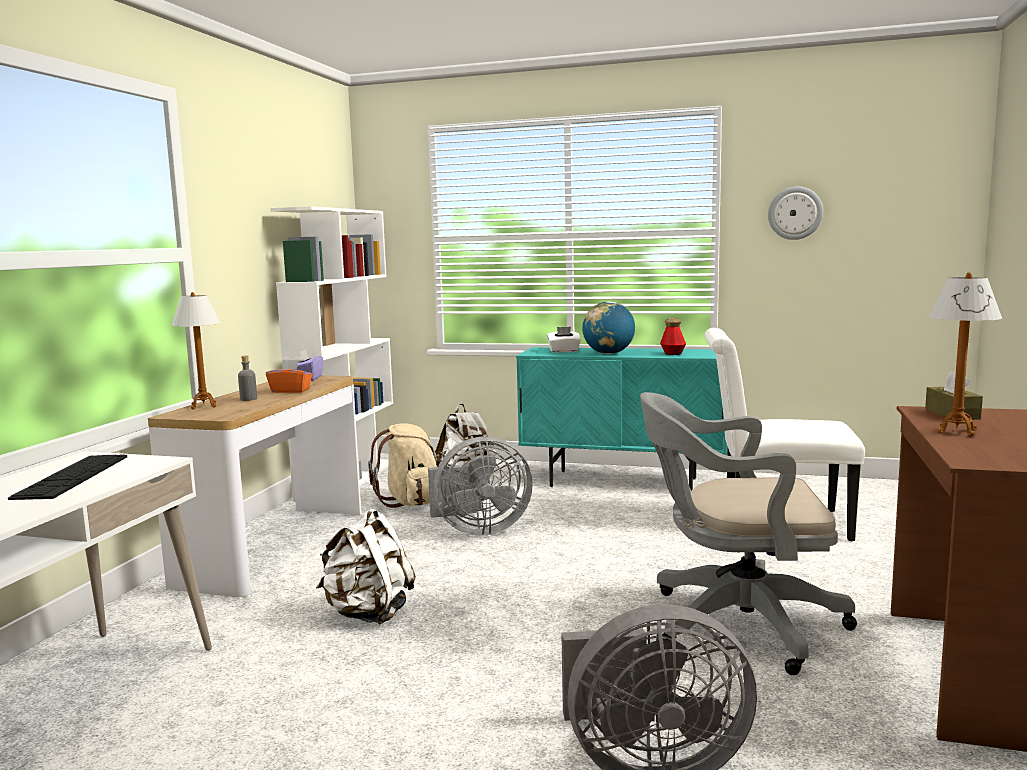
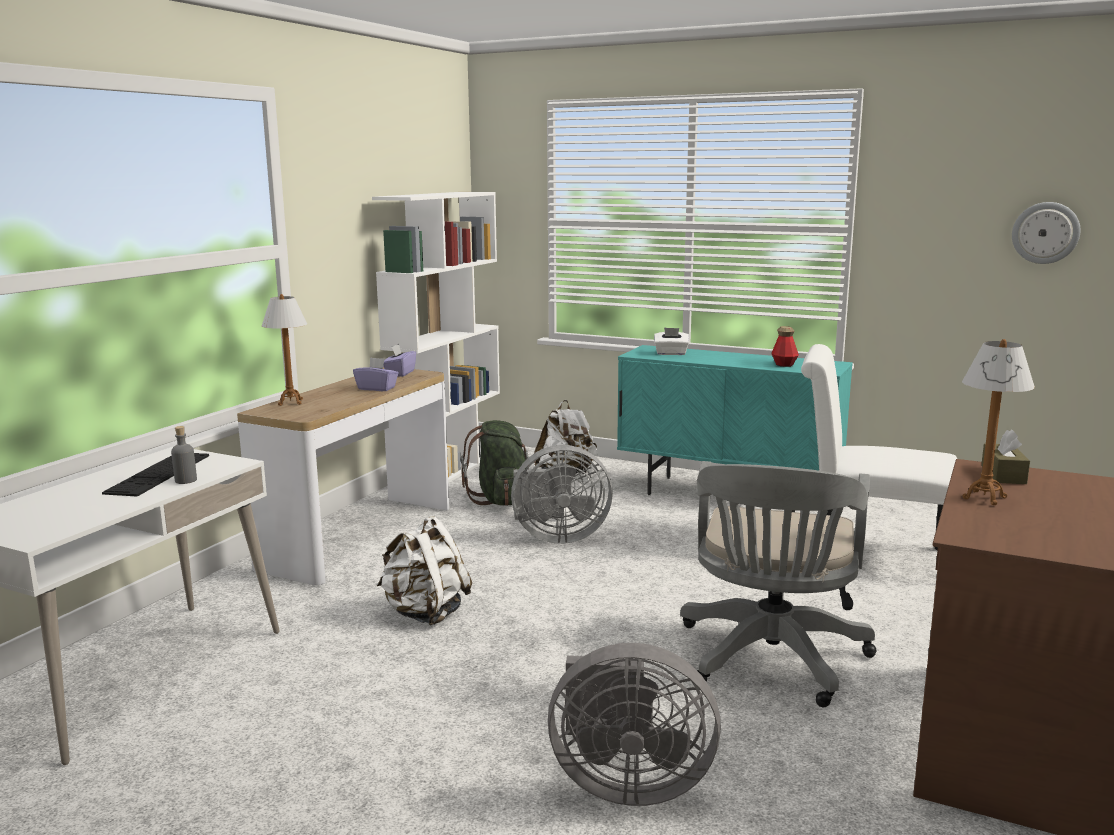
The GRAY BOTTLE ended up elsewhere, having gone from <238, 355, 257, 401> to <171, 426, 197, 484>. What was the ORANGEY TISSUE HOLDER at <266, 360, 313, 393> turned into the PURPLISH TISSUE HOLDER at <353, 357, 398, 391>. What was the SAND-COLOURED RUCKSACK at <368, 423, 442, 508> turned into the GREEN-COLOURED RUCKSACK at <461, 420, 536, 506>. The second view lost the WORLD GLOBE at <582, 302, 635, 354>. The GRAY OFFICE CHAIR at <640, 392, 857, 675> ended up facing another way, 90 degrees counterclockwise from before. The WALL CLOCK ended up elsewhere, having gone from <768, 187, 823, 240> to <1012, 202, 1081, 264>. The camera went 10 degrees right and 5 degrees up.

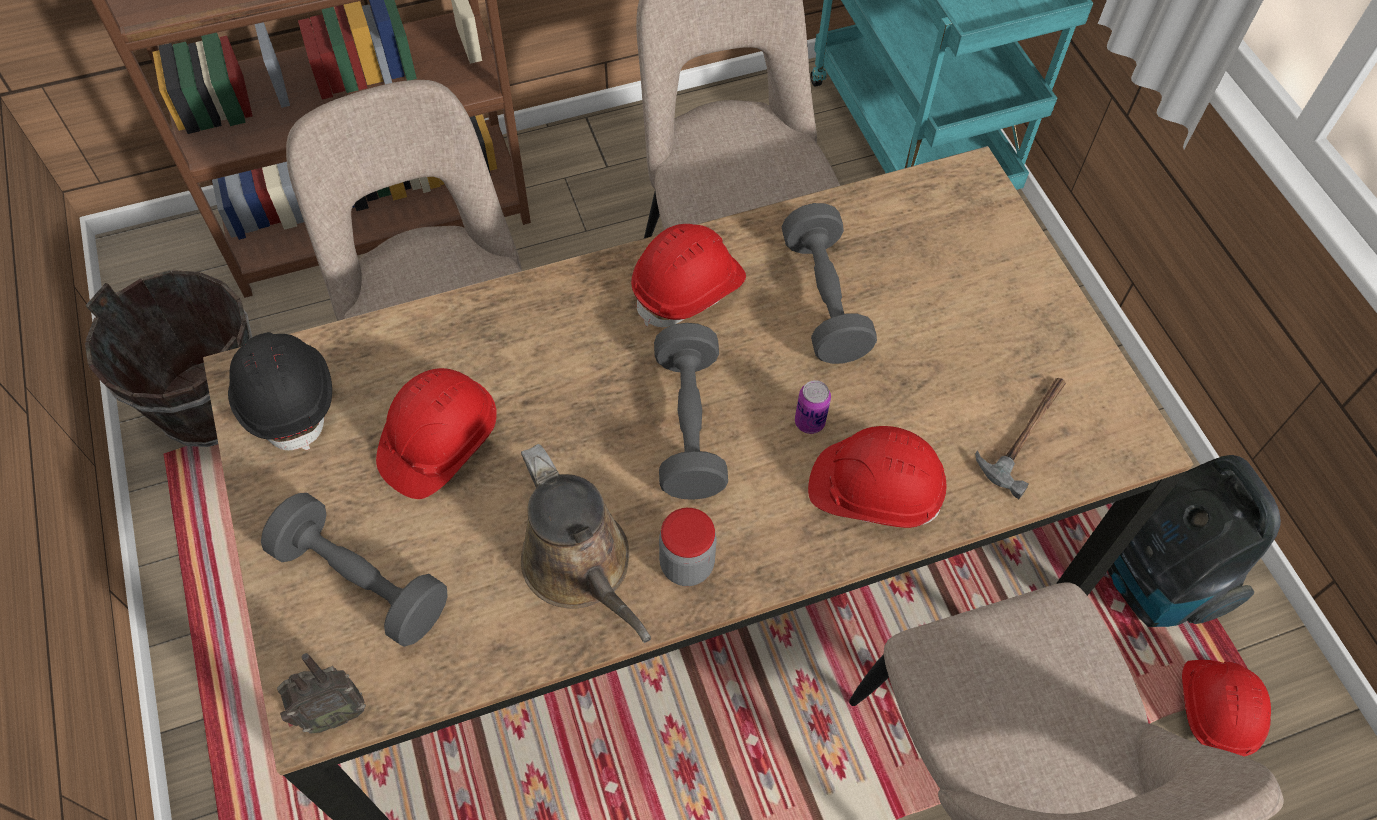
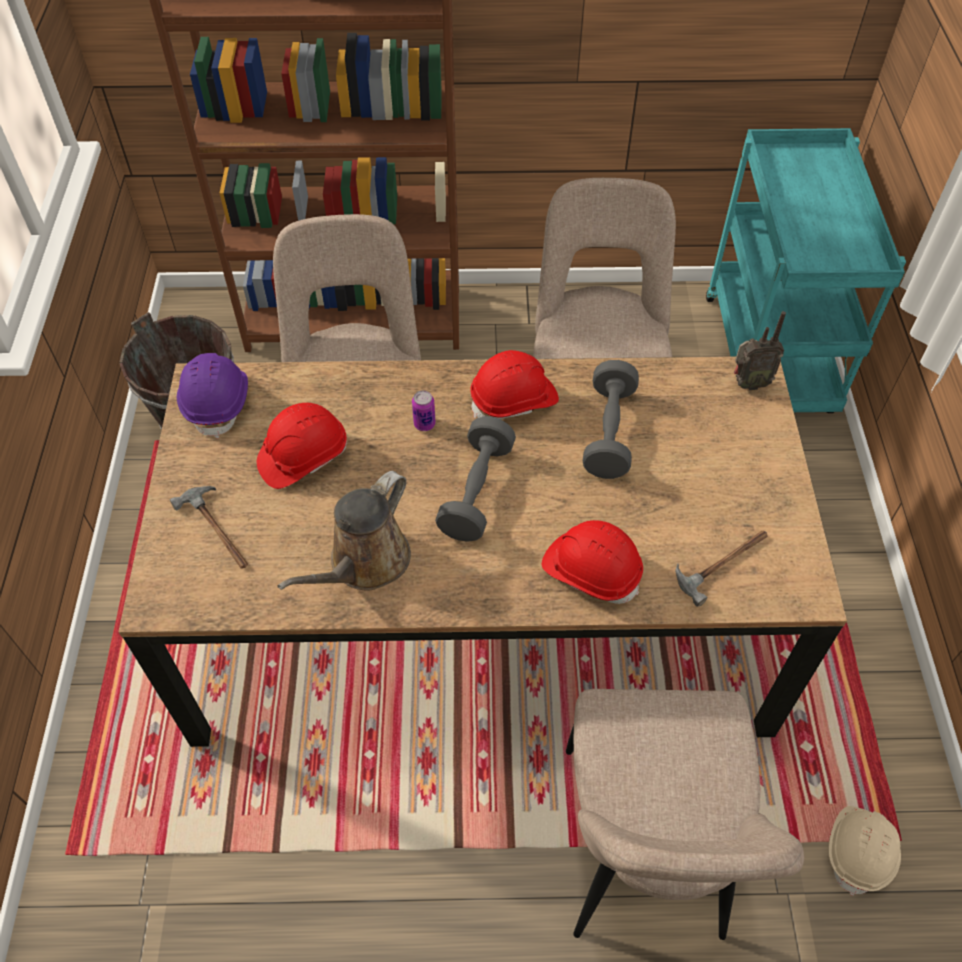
What was the BLACKISH SAFETY HELMET at <228, 332, 332, 450> turned into the PURPLISH SAFETY HELMET at <177, 353, 248, 438>. Where the GRAY FREE WEIGHT stood at <261, 493, 448, 647>, the TOOL HAMMER came to stand at <170, 486, 248, 569>. The RADIO SET ended up elsewhere, having gone from <277, 653, 366, 734> to <734, 311, 786, 390>. The BROWNISH WATERING POT at <521, 444, 651, 643> ended up facing another way, 45 degrees clockwise from before. The second view lost the STORAGE JAR at <659, 508, 717, 586>. The CAN ended up elsewhere, having gone from <795, 380, 831, 434> to <412, 391, 435, 431>. The second view lost the VACUUM CLEANER at <1108, 455, 1281, 627>. What was the REDDISH SAFETY HELMET at <1182, 660, 1271, 757> turned into the SAND-COLOURED SAFETY HELMET at <829, 806, 901, 896>. The camera went 20 degrees right and 5 degrees down.

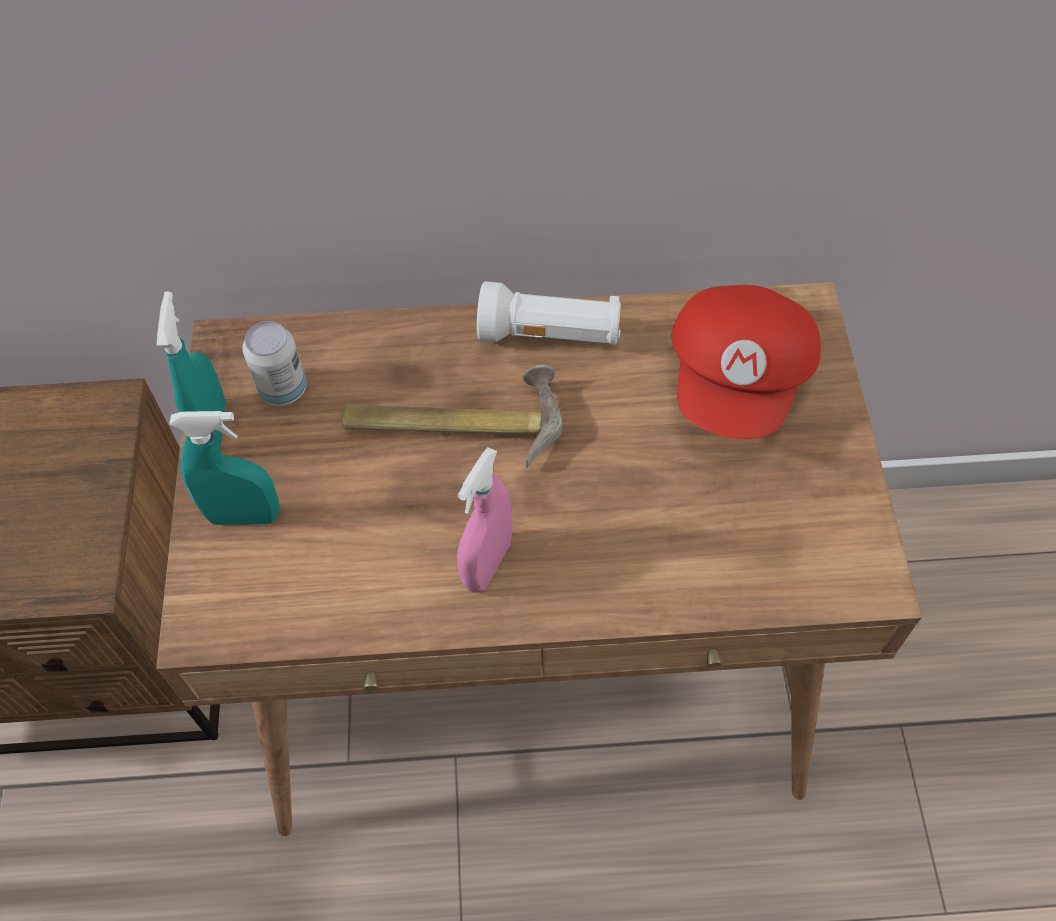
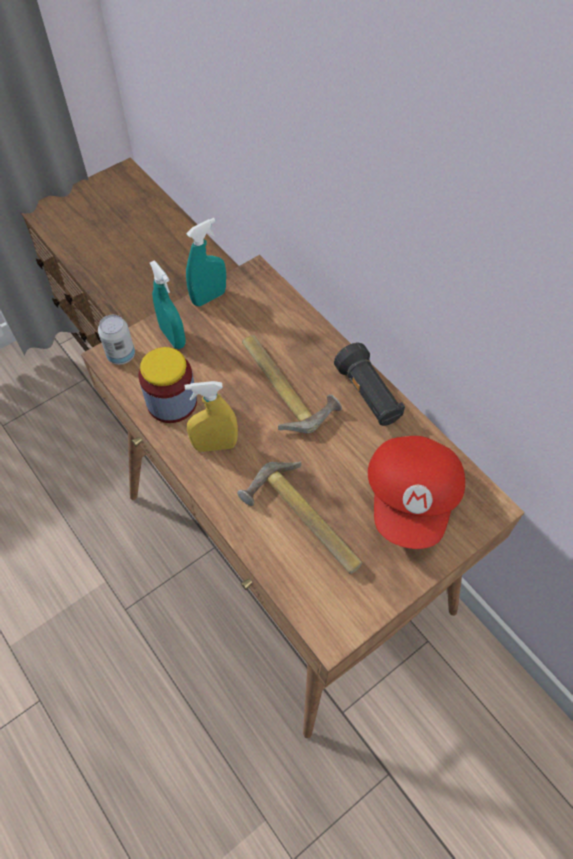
The CAN ended up elsewhere, having gone from <243, 321, 307, 406> to <98, 315, 135, 365>. What was the PINKISH HAND SPRAYER at <457, 447, 513, 593> turned into the YELLOW-COLOURED HAND SPRAYER at <185, 381, 238, 452>. What was the WHITE HAND TORCH at <477, 281, 621, 345> turned into the BLACKISH HAND TORCH at <334, 343, 405, 426>. The REDDISH CAP at <672, 285, 821, 439> ended up facing another way, 60 degrees counterclockwise from before. The second view gained the STORAGE JAR at <138, 347, 197, 423>. The second view gained the TOOL HAMMER at <237, 461, 362, 574>. The camera went 55 degrees right and 0 degrees up.

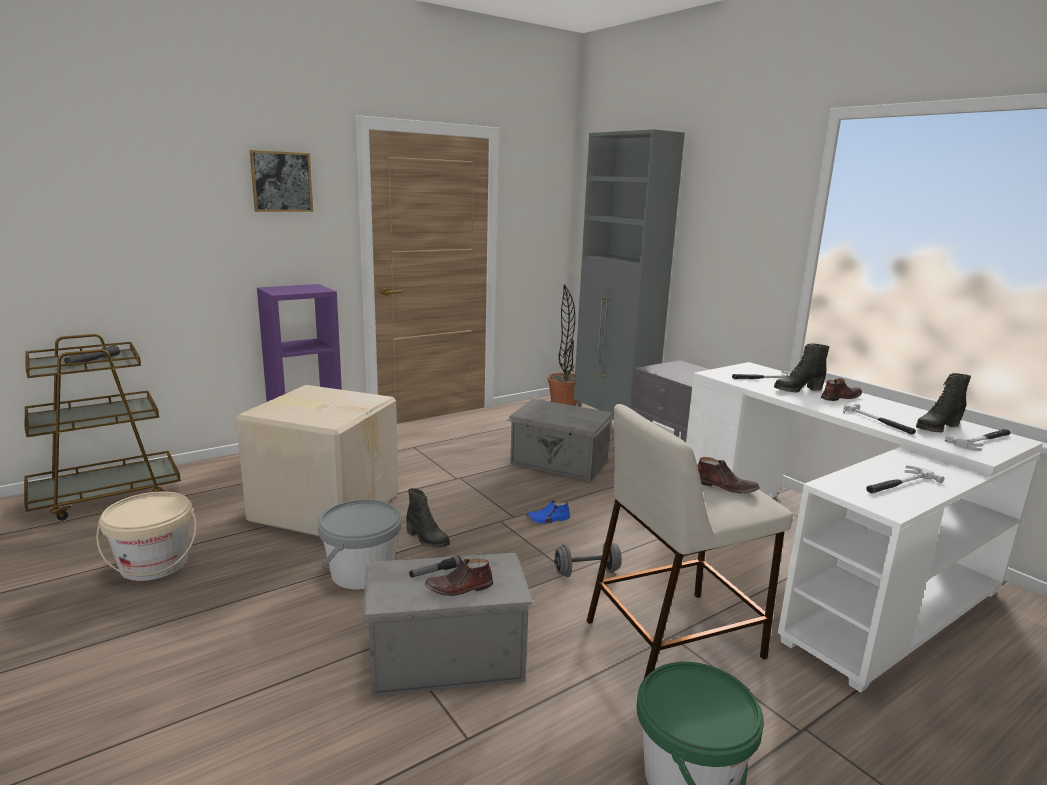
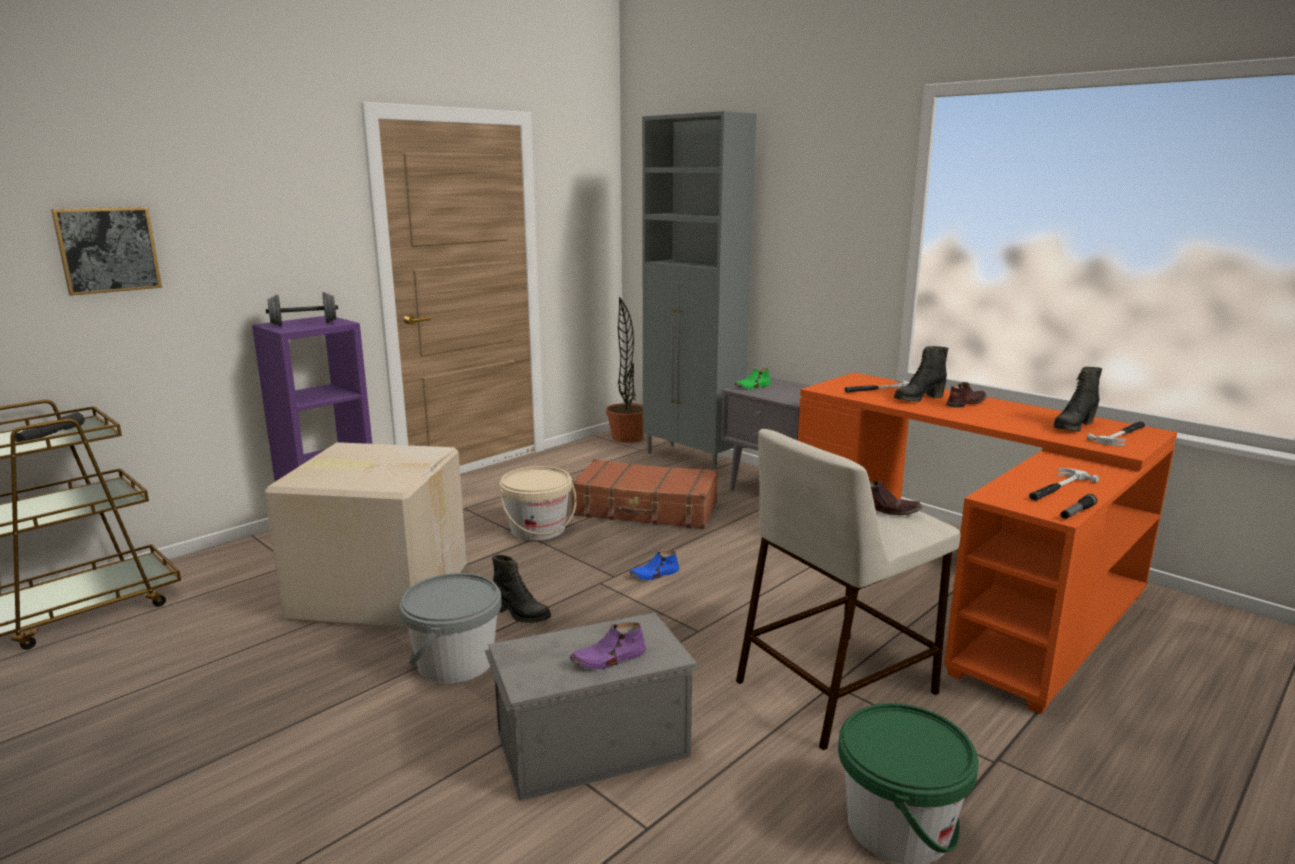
The SAND-COLOURED PAIL ended up elsewhere, having gone from <97, 492, 197, 581> to <499, 466, 577, 541>. The WALL PICTURE ended up elsewhere, having gone from <250, 150, 313, 212> to <51, 207, 162, 296>. The HAND TORCH ended up elsewhere, having gone from <409, 556, 462, 578> to <1061, 494, 1097, 519>. What was the BROWNISH SHOE at <425, 559, 493, 596> turned into the PURPLISH SHOE at <570, 622, 646, 669>. Where the GRAY STORAGE BOX stood at <507, 399, 614, 481>, the BROWNISH SUITCASE came to stand at <571, 459, 718, 529>. The GRAY FREE WEIGHT ended up elsewhere, having gone from <554, 542, 622, 577> to <266, 292, 338, 326>. What was the WHITE DESK TABLE at <686, 362, 1043, 693> turned into the ORANGEY DESK TABLE at <798, 373, 1177, 714>. The second view lost the TOOL HAMMER at <843, 404, 916, 435>. The second view gained the GREEN-COLOURED SHOE at <734, 368, 771, 389>. The camera went 10 degrees left and 0 degrees up.

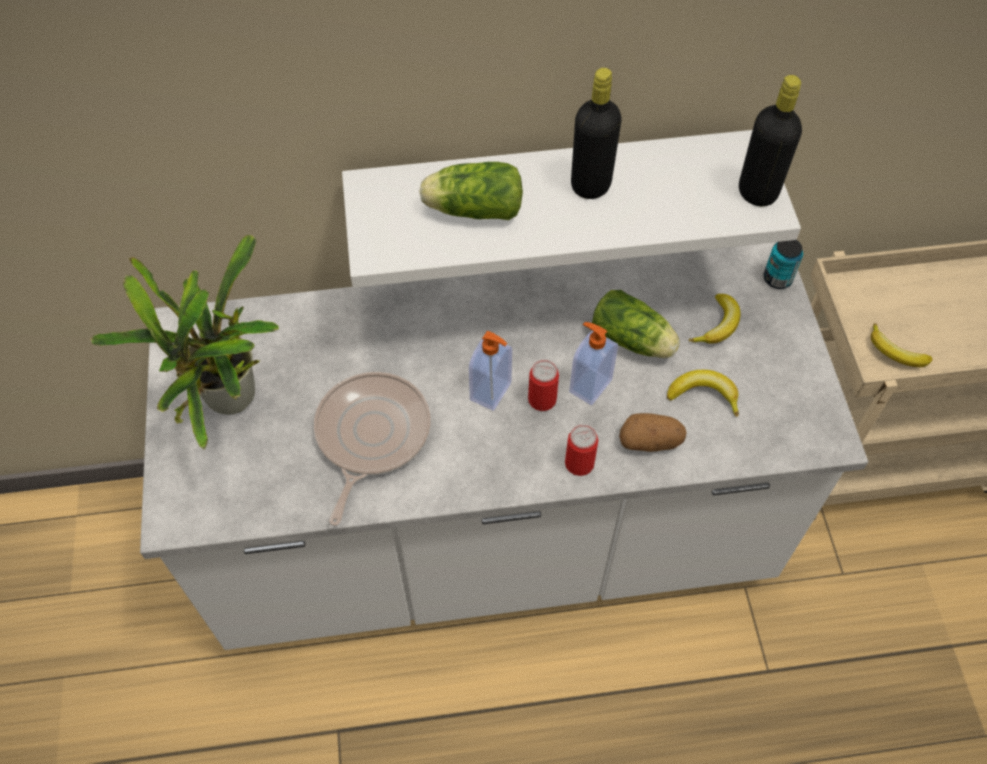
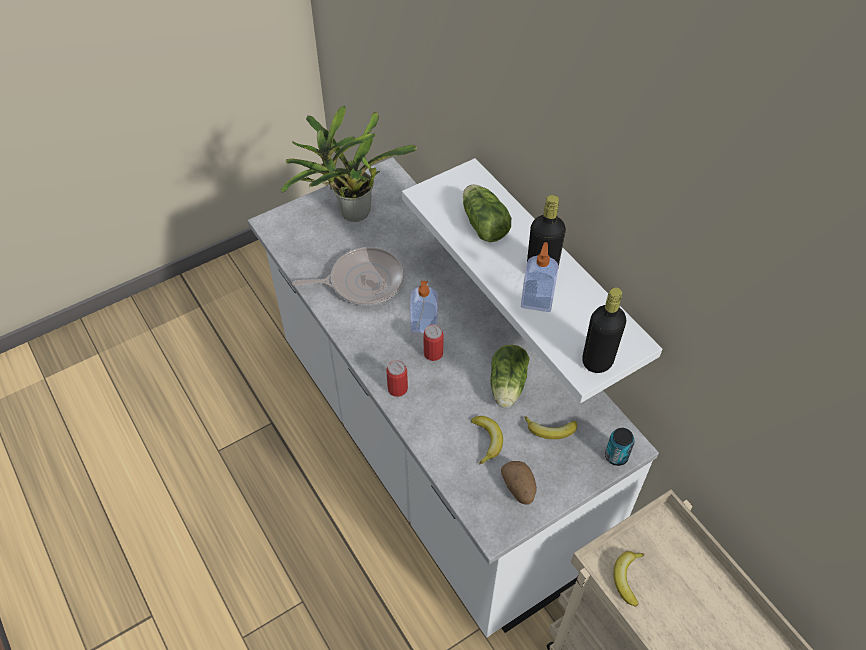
The SOAP DISPENSER ended up elsewhere, having gone from <569, 322, 618, 405> to <521, 242, 558, 312>. The SPUD ended up elsewhere, having gone from <619, 413, 687, 452> to <501, 461, 537, 505>. The camera went 65 degrees right and 5 degrees down.

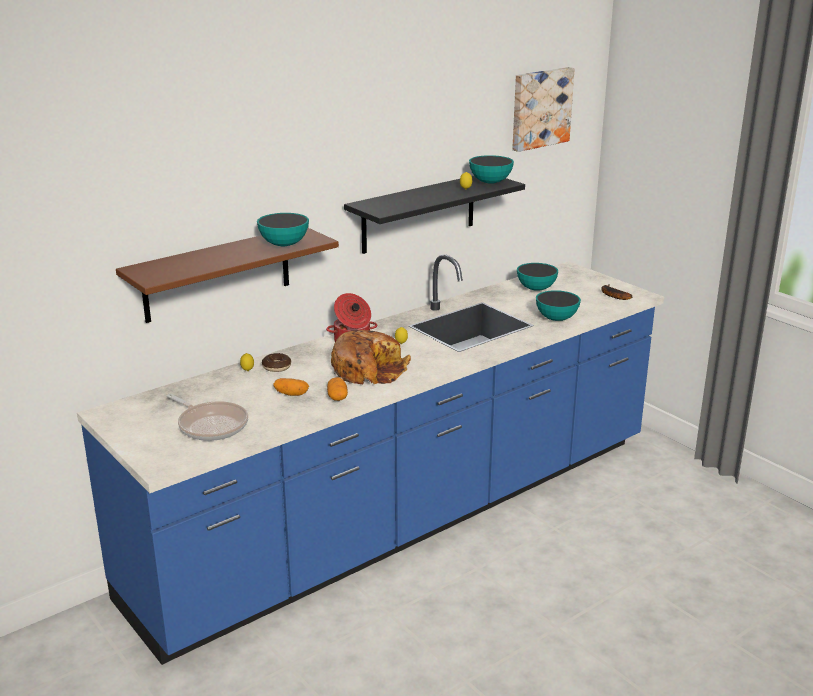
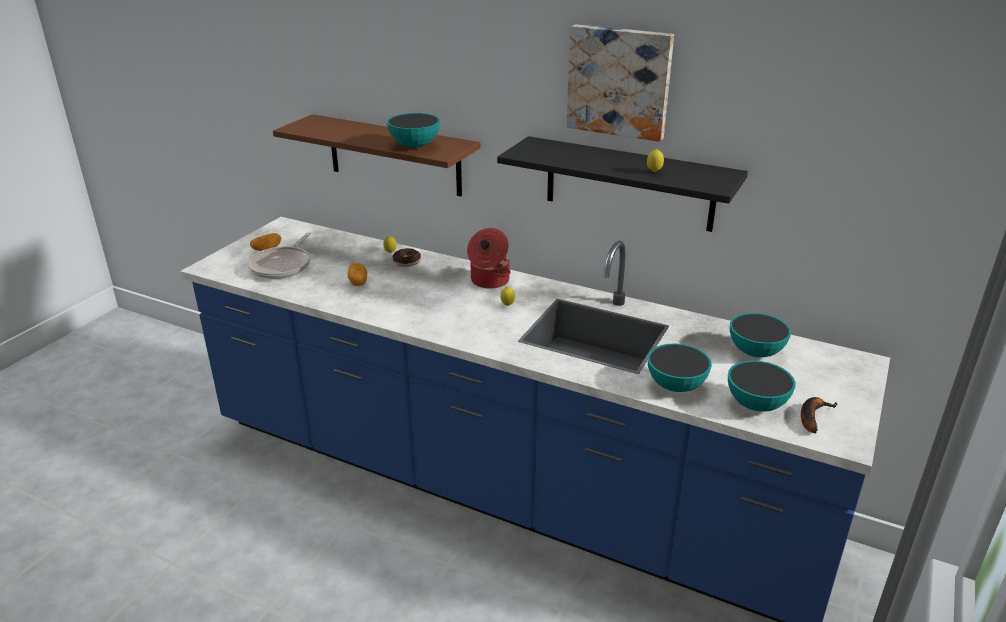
The SPUD ended up elsewhere, having gone from <327, 377, 348, 401> to <250, 233, 282, 251>. The second view lost the BAKED BREAD at <331, 330, 411, 384>. The DEEP DISH ended up elsewhere, having gone from <469, 155, 514, 184> to <728, 360, 796, 411>. The WALL PICTURE ended up elsewhere, having gone from <512, 67, 575, 152> to <566, 24, 674, 142>. The camera went 65 degrees right and 5 degrees up.

